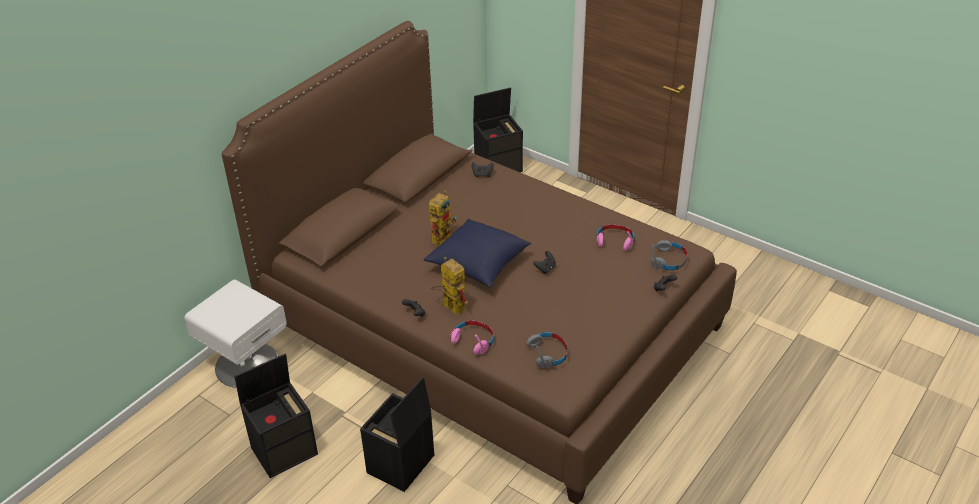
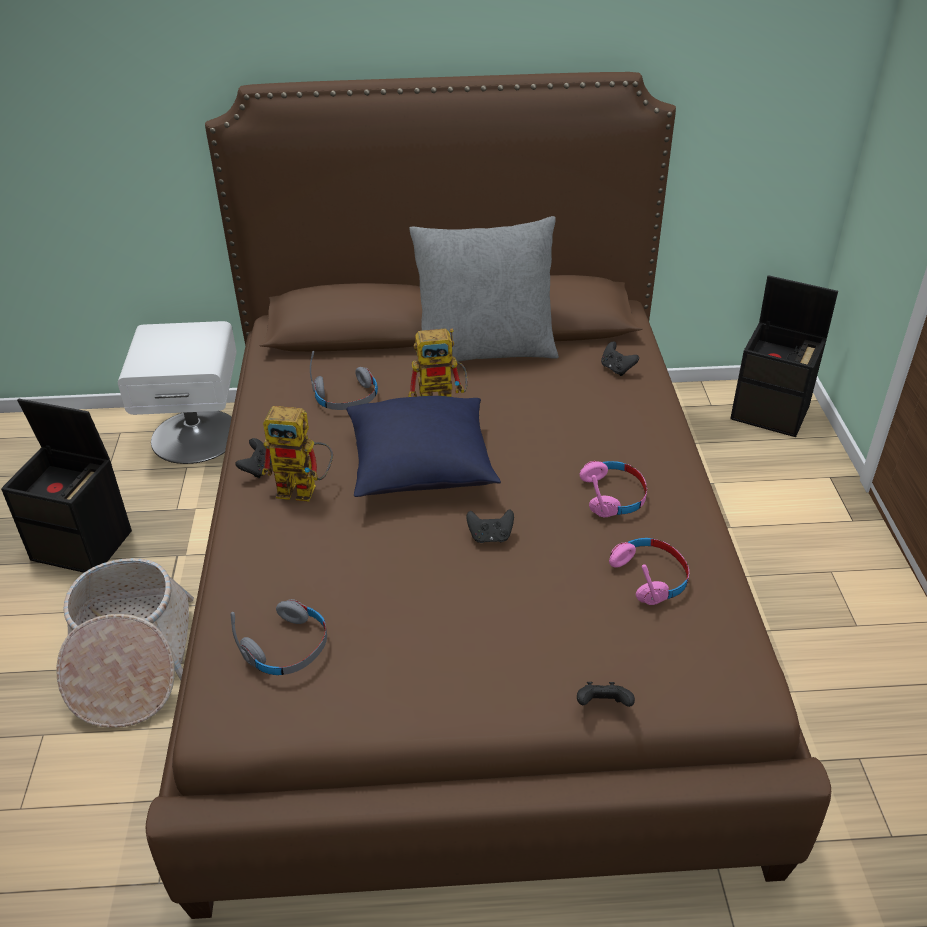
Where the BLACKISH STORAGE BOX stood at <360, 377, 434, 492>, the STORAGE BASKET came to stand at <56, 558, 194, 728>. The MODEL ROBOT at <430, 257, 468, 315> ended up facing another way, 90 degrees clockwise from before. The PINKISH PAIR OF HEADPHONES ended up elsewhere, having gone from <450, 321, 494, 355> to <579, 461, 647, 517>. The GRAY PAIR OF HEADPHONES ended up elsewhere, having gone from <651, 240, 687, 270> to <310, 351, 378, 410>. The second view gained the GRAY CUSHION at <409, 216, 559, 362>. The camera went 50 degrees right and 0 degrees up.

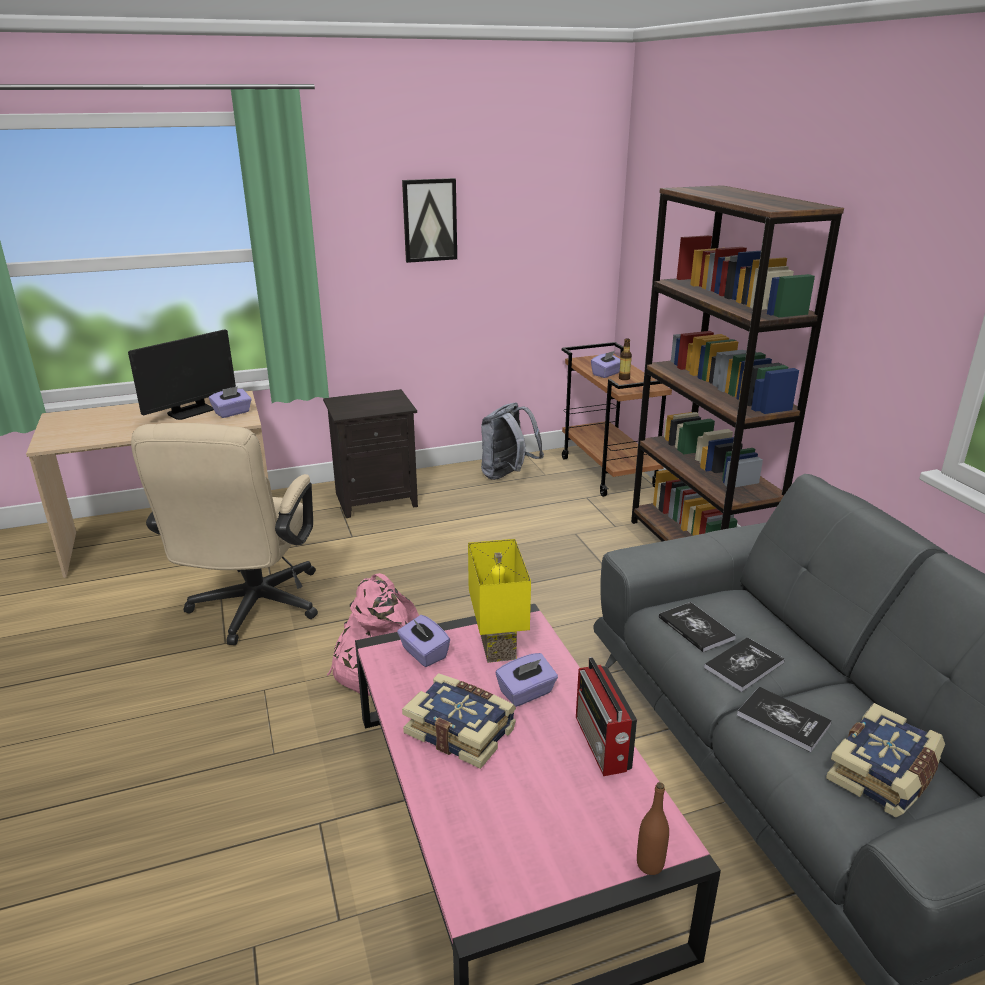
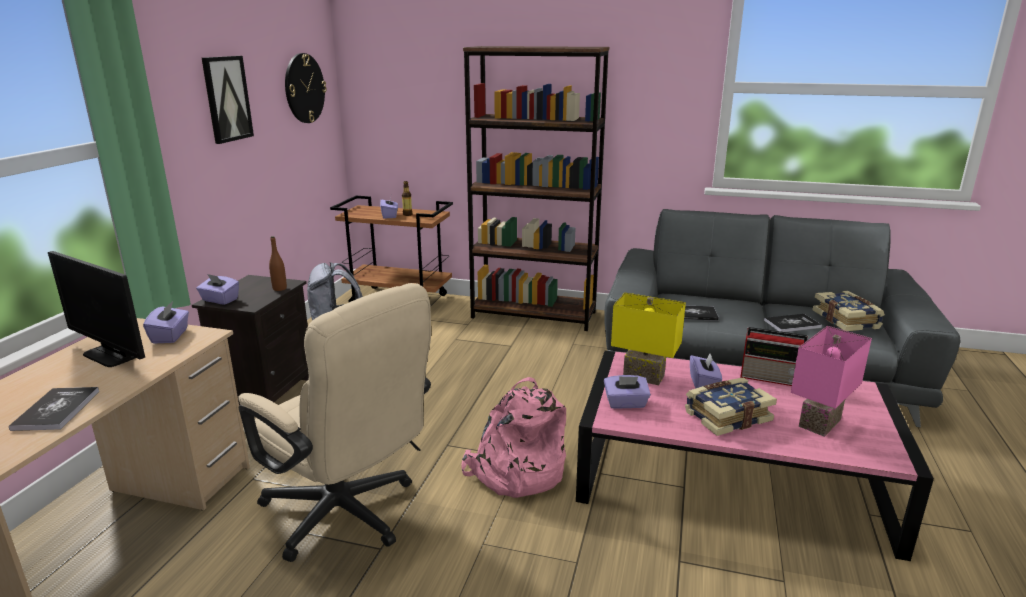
The COMPUTER DISPLAY at <128, 329, 236, 420> ended up facing another way, 135 degrees clockwise from before. The BROWNISH BOTTLE ended up elsewhere, having gone from <637, 782, 669, 875> to <269, 236, 287, 291>. The VOLUME ended up elsewhere, having gone from <704, 637, 785, 692> to <9, 387, 100, 431>. The second view gained the PURPLISH TISSUE HOLDER at <196, 274, 239, 305>. The second view gained the WALL CLOCK at <285, 53, 327, 123>. The second view gained the PINKISH LAMP FOR A TABLE at <791, 326, 872, 437>. The camera went 55 degrees left and 5 degrees down.

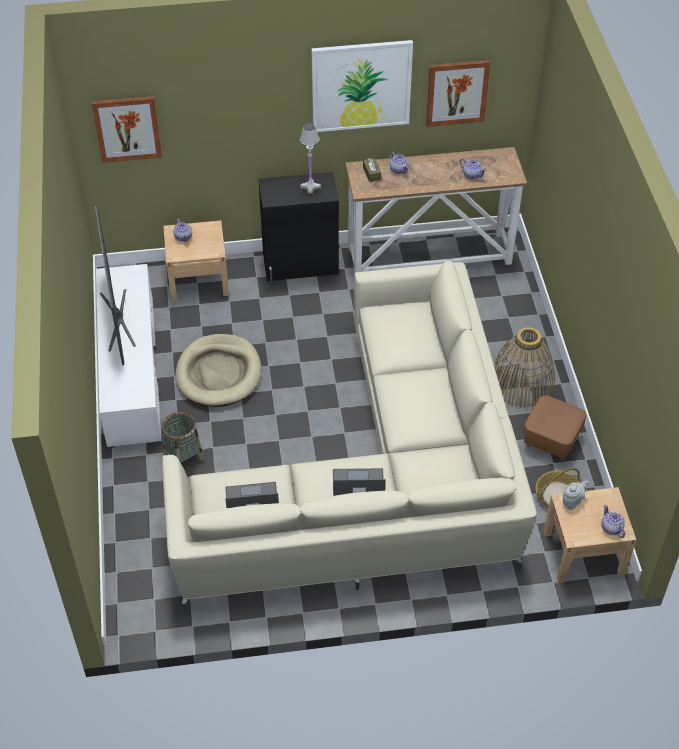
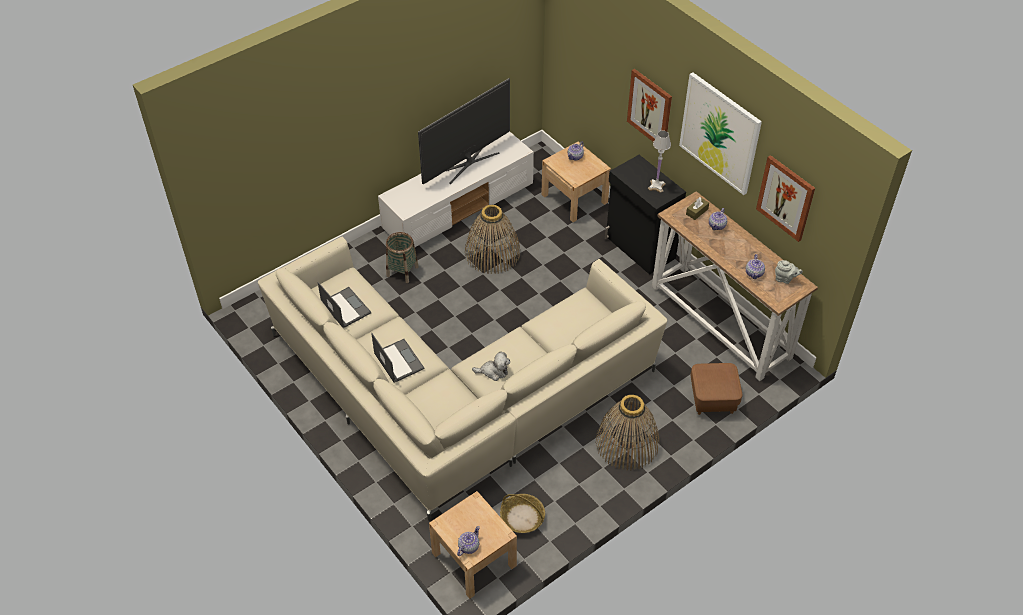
The WALL PICTURE ended up elsewhere, having gone from <92, 96, 162, 163> to <627, 69, 672, 142>. Where the SAND-COLOURED DOG CUSHION stood at <176, 334, 261, 407>, the STORAGE BASKET came to stand at <465, 205, 520, 274>. The BROWNISH POUFFE ended up elsewhere, having gone from <523, 395, 586, 461> to <690, 363, 742, 415>. The GRAY TEA POT ended up elsewhere, having gone from <563, 481, 589, 510> to <775, 260, 803, 284>. The second view gained the PLUSH TOY at <472, 352, 510, 381>. The camera went 60 degrees right and 0 degrees up.

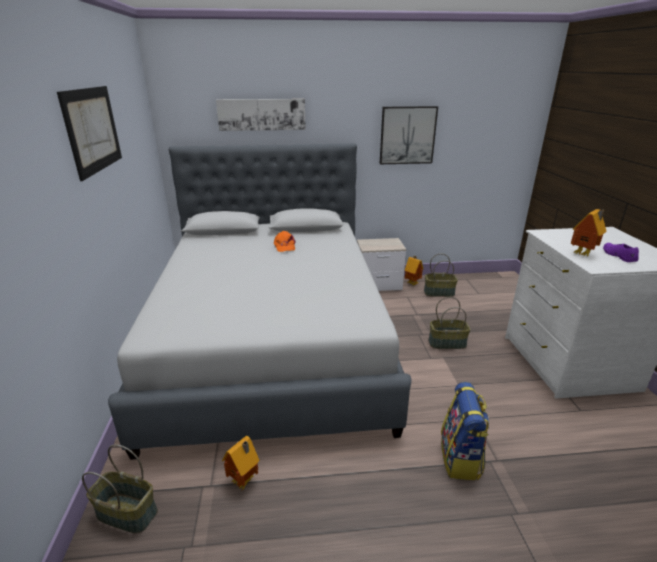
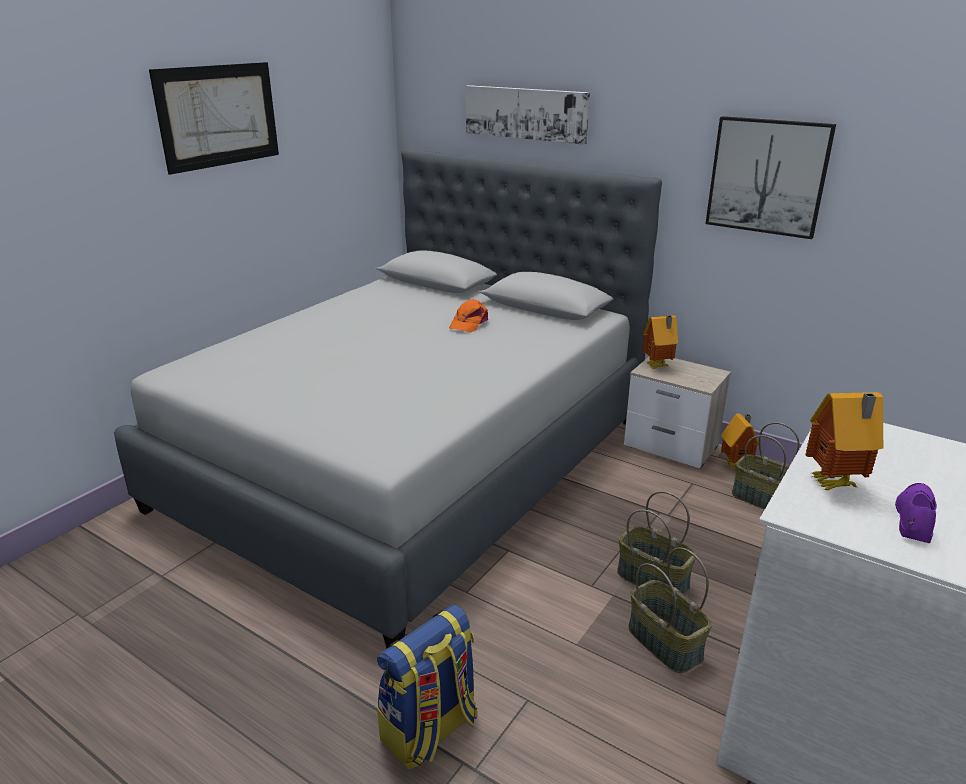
The STORAGE BASKET ended up elsewhere, having gone from <82, 445, 158, 533> to <629, 547, 712, 673>. The TOY HOUSE ended up elsewhere, having gone from <222, 435, 260, 490> to <642, 315, 678, 369>. The camera went 40 degrees right and 0 degrees up.

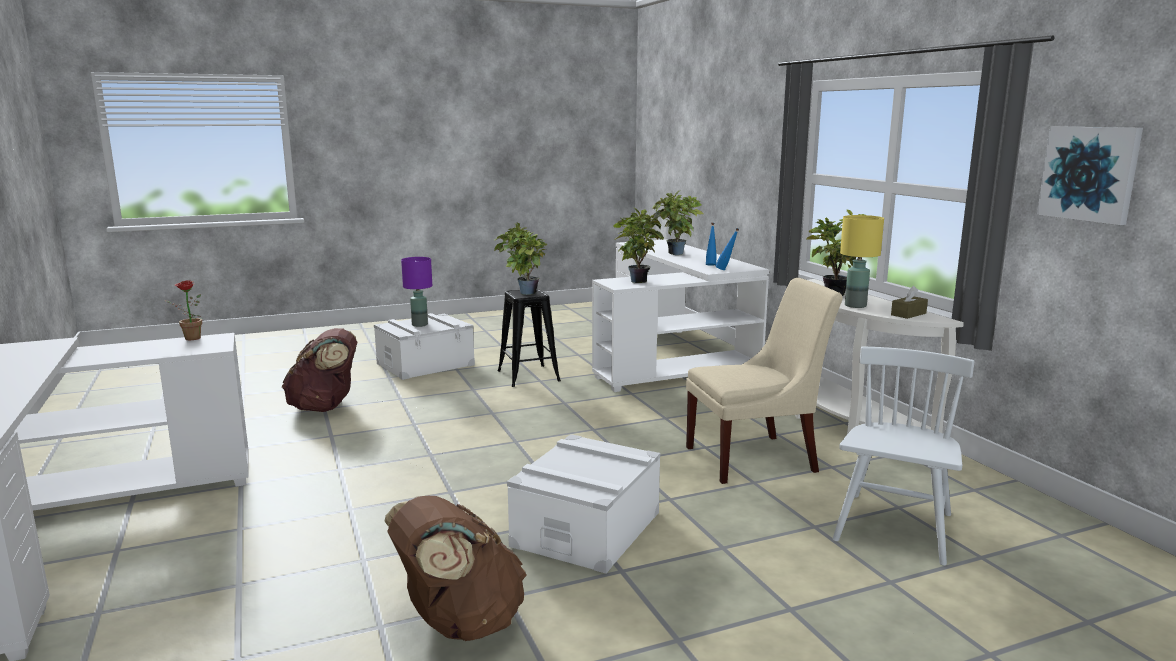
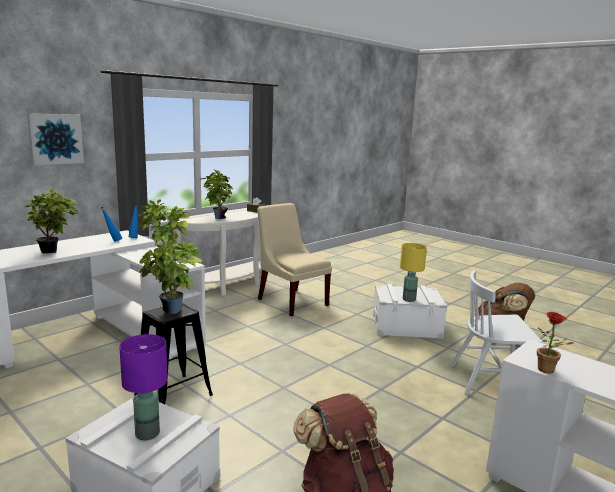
The WHITE UPRIGHT CHAIR ended up elsewhere, having gone from <833, 347, 974, 566> to <451, 270, 542, 395>. The YELLOW-COLOURED LAMP FOR A TABLE ended up elsewhere, having gone from <840, 215, 884, 308> to <400, 243, 427, 302>. The WALL PICTURE ended up elsewhere, having gone from <1037, 126, 1143, 225> to <27, 114, 84, 165>. The camera went 115 degrees left and 0 degrees up.

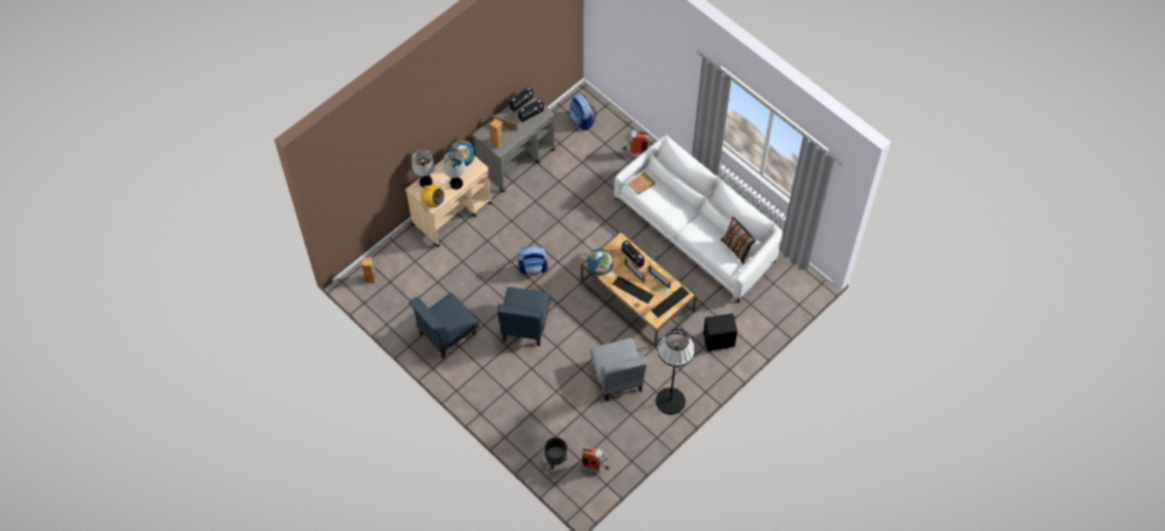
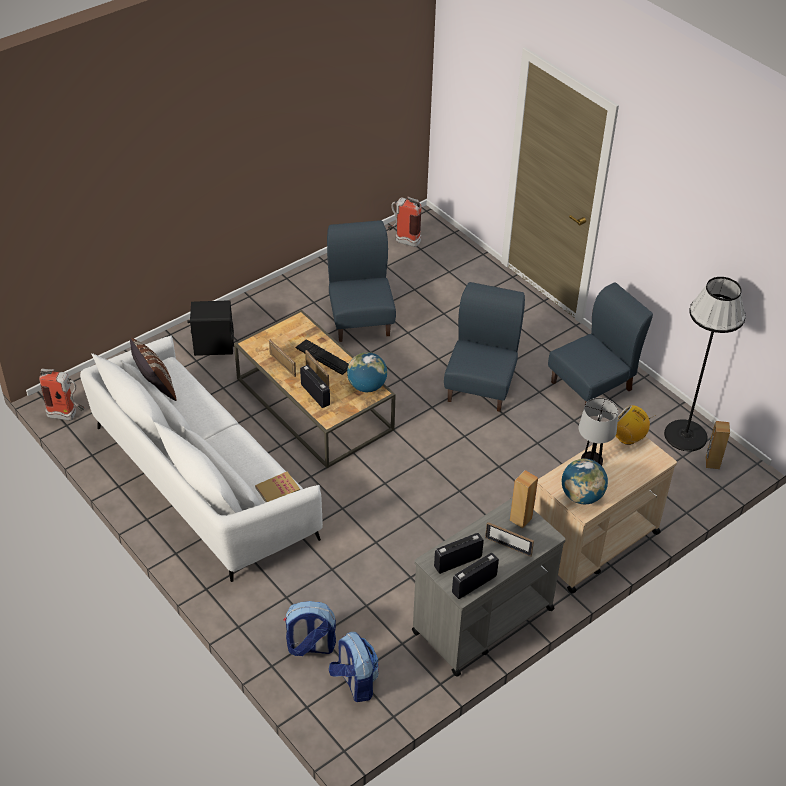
The second view lost the LAMP FOR A TABLE at <412, 150, 435, 188>. The RUCKSACK ended up elsewhere, having gone from <519, 246, 548, 276> to <284, 601, 336, 656>. The second view lost the BLACKISH PLANTER at <544, 437, 567, 470>. What was the GRAY UPRIGHT CHAIR at <590, 338, 647, 401> turned into the BLUISH UPRIGHT CHAIR at <327, 220, 396, 342>. The FIRE EXTINGUISHER ended up elsewhere, having gone from <623, 130, 649, 157> to <39, 369, 85, 421>. The second view lost the PC KEYBOARD at <651, 286, 689, 318>. The BLACKISH STANDARD LAMP ended up elsewhere, having gone from <656, 329, 695, 415> to <664, 277, 746, 452>. The camera went 175 degrees left and 15 degrees down.

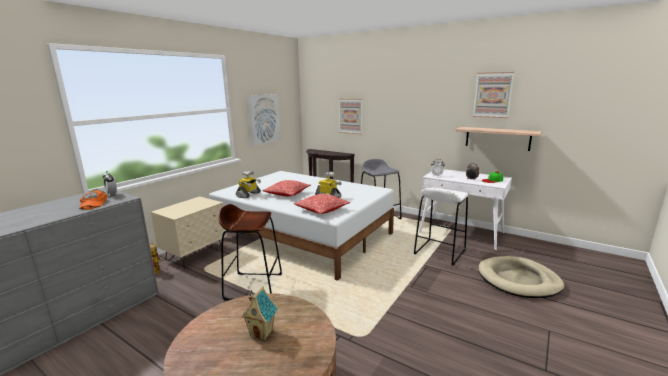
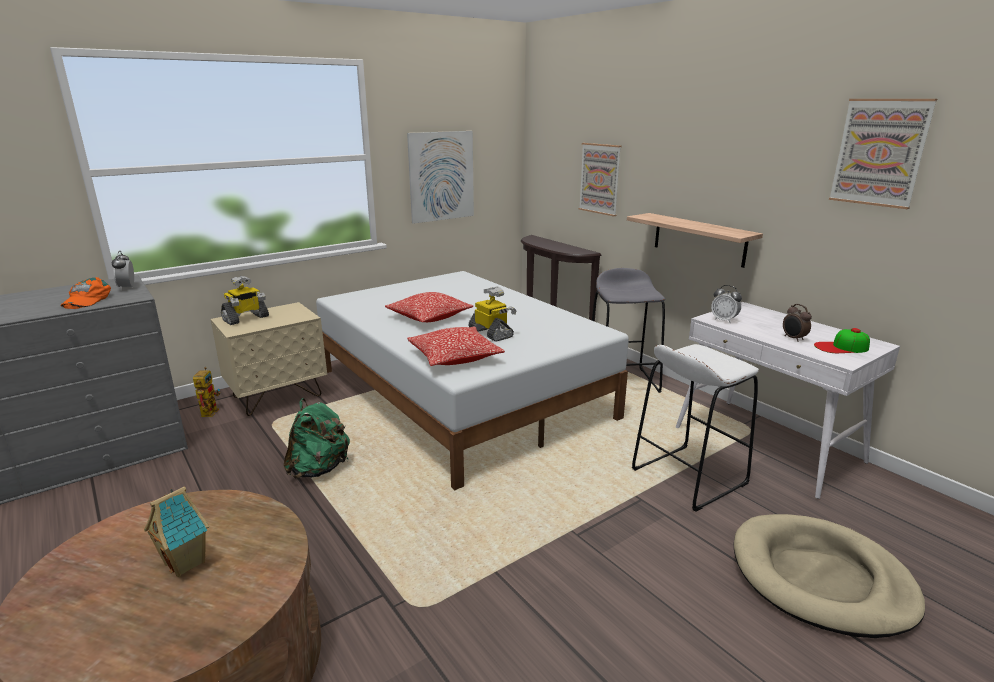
Where the BROWNISH STOOL SEAT stood at <218, 204, 282, 300>, the GREEN-COLOURED RUCKSACK came to stand at <284, 398, 350, 479>. The MODEL ROBOT ended up elsewhere, having gone from <236, 171, 261, 199> to <221, 276, 269, 325>. The BRACKET SHELF ended up elsewhere, having gone from <455, 127, 542, 151> to <627, 213, 763, 268>. The camera went 20 degrees right and 5 degrees up.

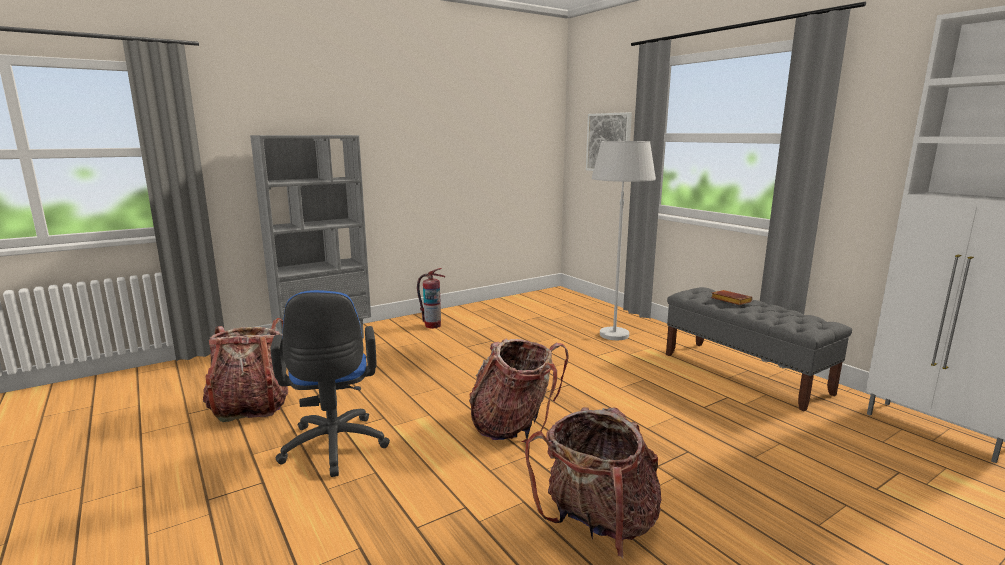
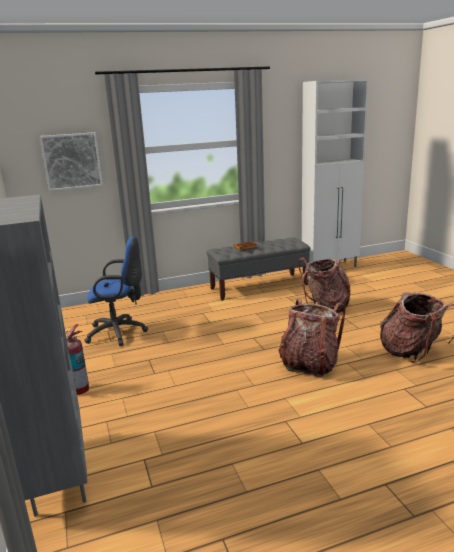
The RUCKSACK ended up elsewhere, having gone from <203, 318, 288, 422> to <298, 258, 351, 313>. The BLUISH OFFICE CHAIR ended up elsewhere, having gone from <270, 290, 390, 477> to <84, 236, 148, 346>. The second view lost the WHITE STANDARD LAMP at <592, 141, 656, 340>. The camera went 75 degrees left and 5 degrees up.

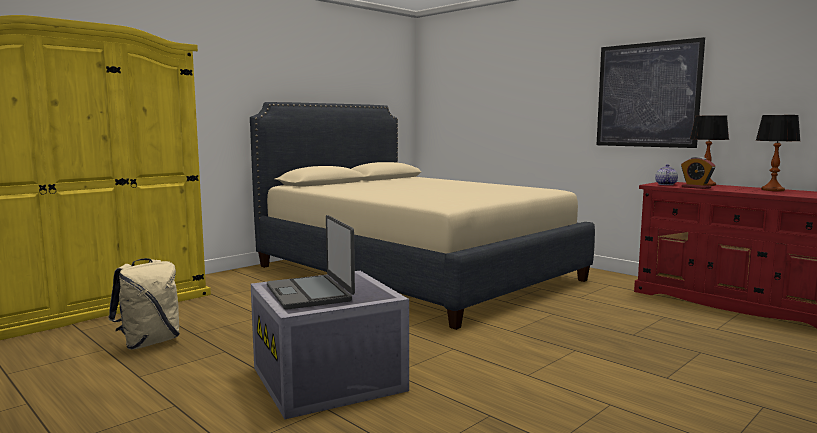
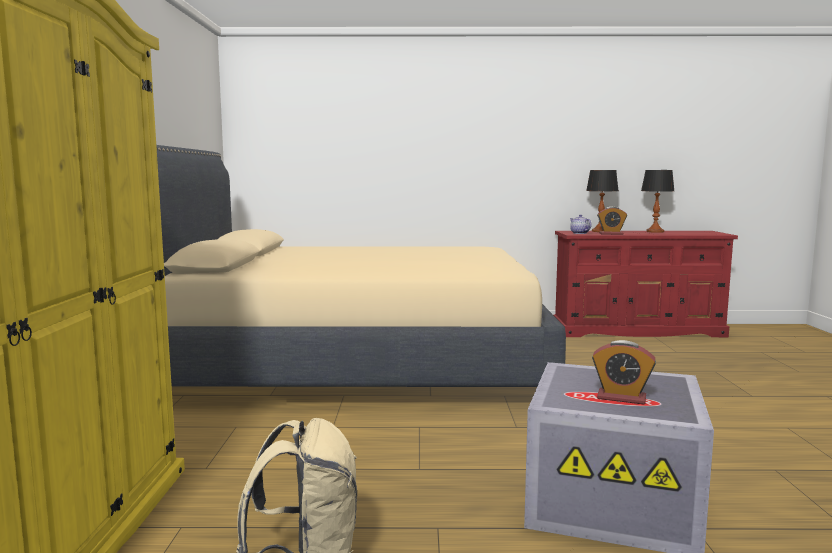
Where the PORTABLE COMPUTER stood at <267, 215, 355, 310>, the TABLE CLOCK came to stand at <592, 340, 656, 405>. The second view lost the WALL PICTURE at <597, 37, 705, 148>. The camera went 45 degrees left and 0 degrees up.

